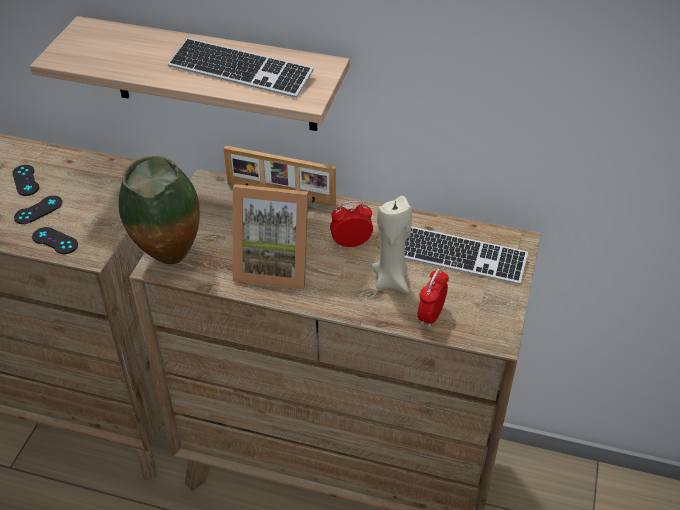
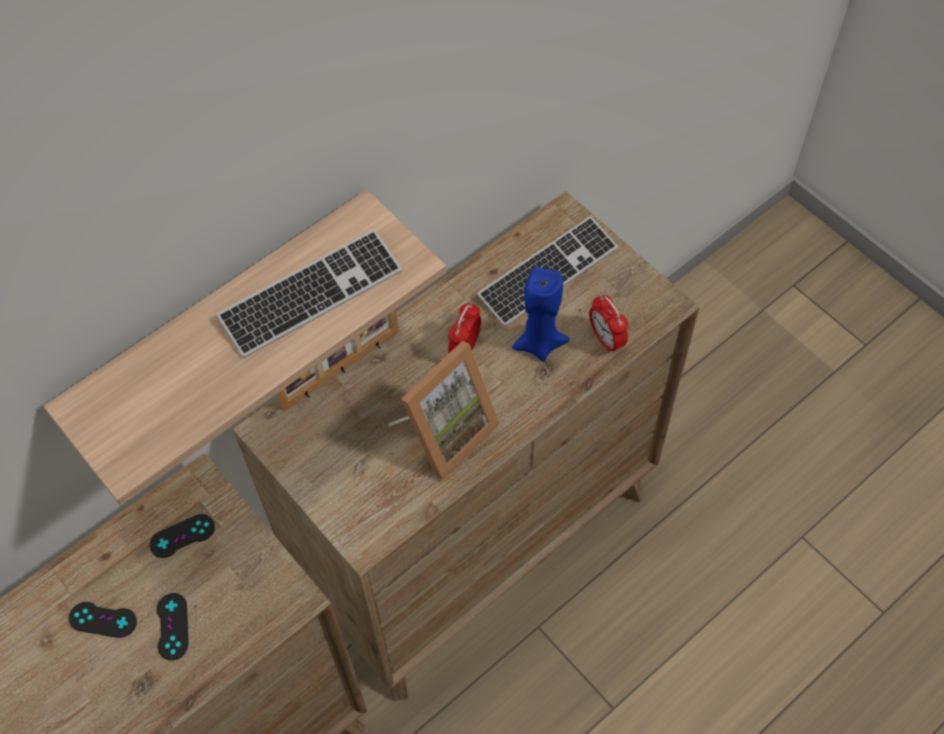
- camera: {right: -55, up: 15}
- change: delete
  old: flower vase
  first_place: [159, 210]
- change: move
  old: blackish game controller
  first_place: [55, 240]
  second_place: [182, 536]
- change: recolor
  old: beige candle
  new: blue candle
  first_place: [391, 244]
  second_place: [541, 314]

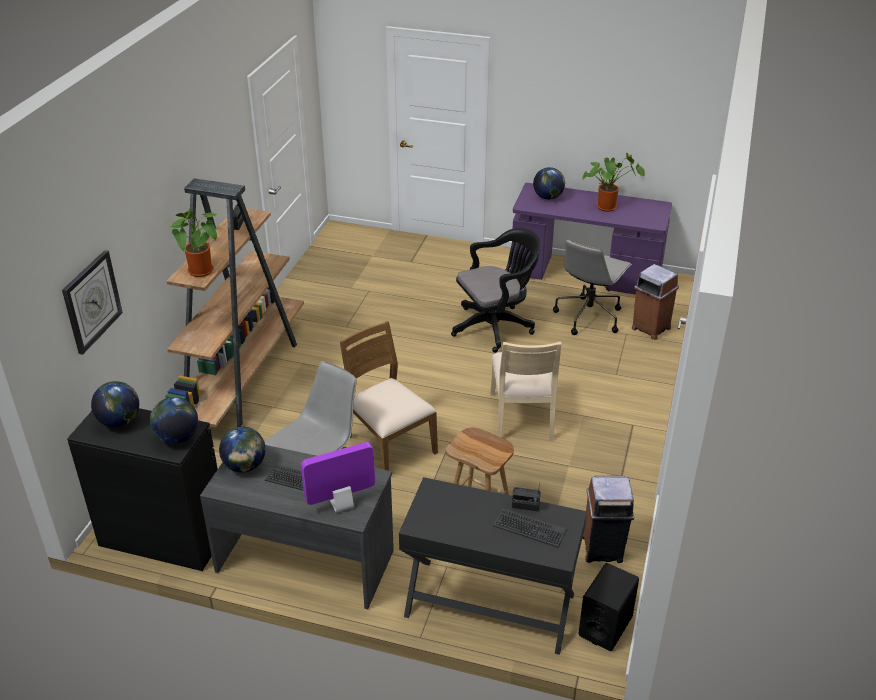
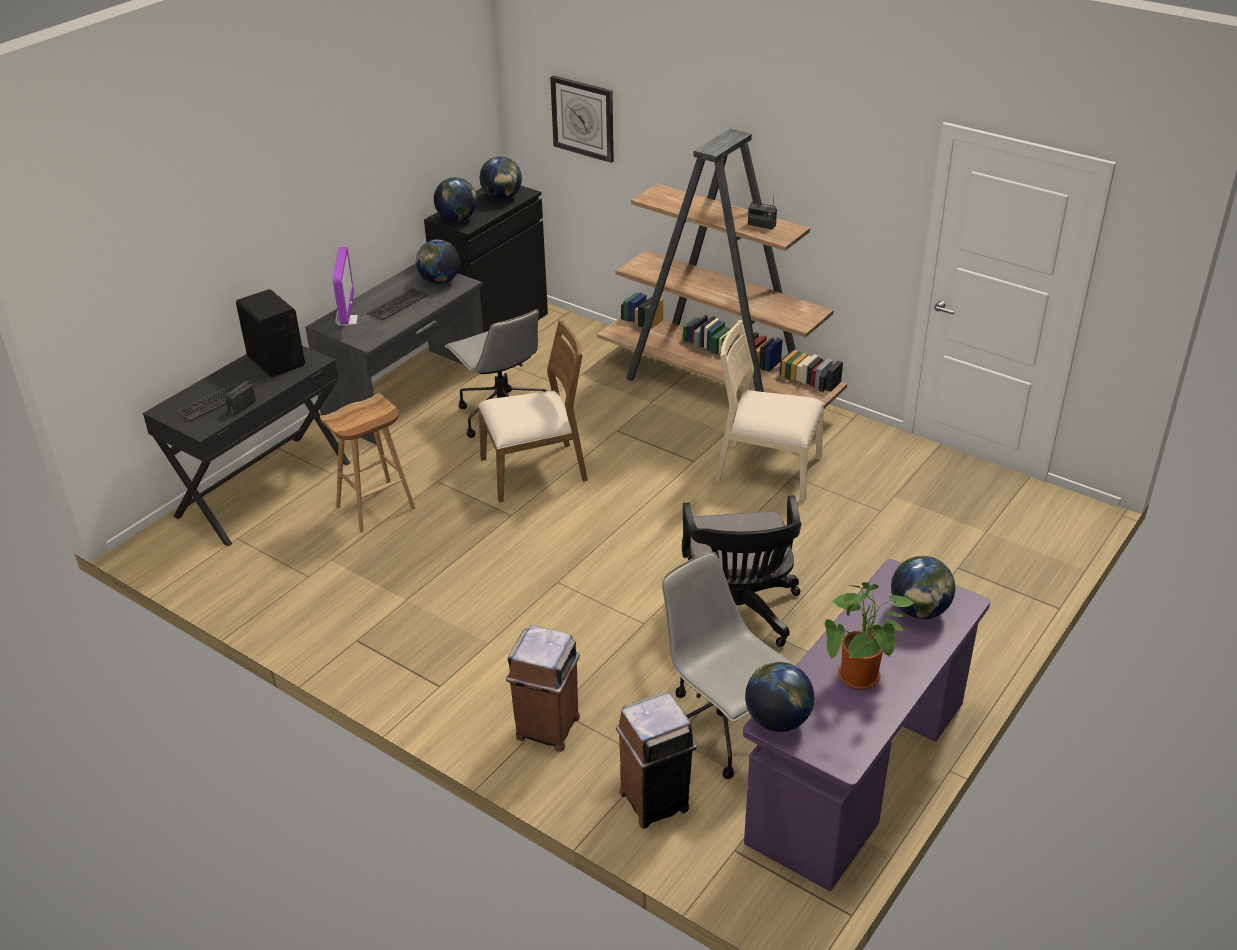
- camera: {right: 110, up: 0}
- change: delete
  old: potted plant
  first_place: [194, 242]
- change: insert
  new: globe
  second_place: [779, 697]
- change: move
  old: beige upright chair
  first_place: [526, 391]
  second_place: [769, 410]
- change: move
  old: blackish loudspeaker
  first_place: [608, 607]
  second_place: [270, 333]
- change: move
  old: brown-coloured rubbish bin
  first_place: [608, 519]
  second_place: [543, 688]

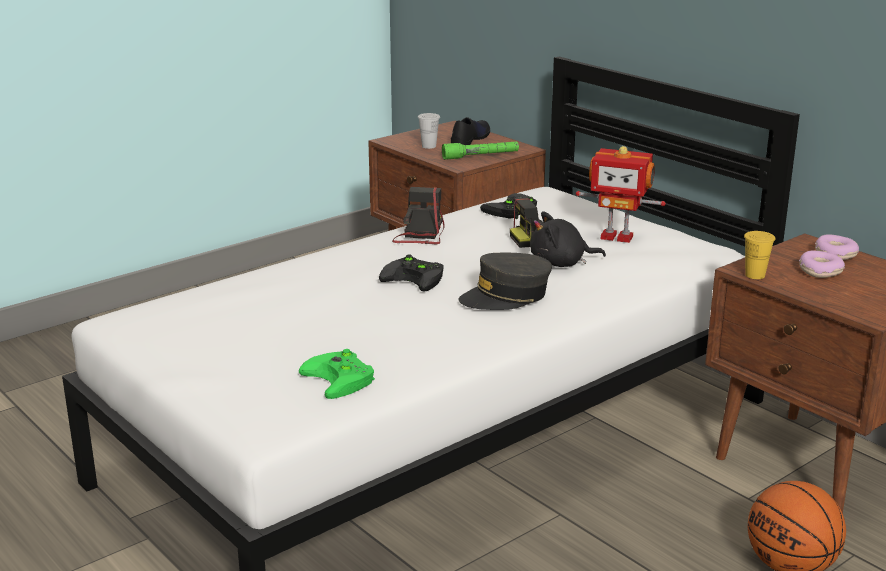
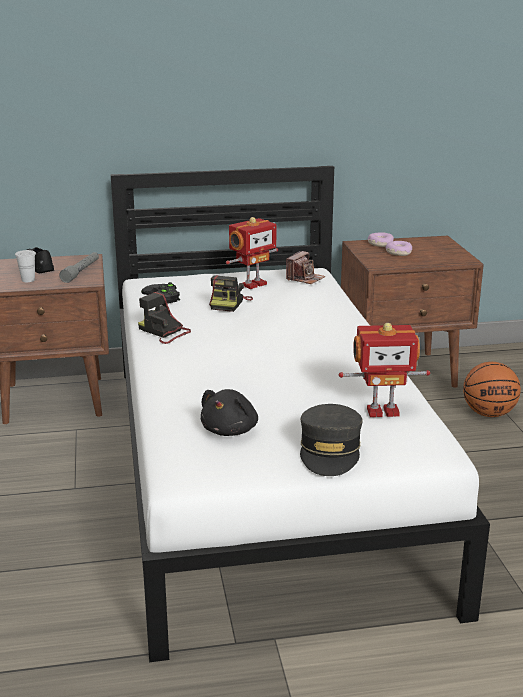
- camera: {right: -60, up: 0}
- change: delete
  old: blackish game controller
  first_place: [411, 273]
- change: delete
  old: yellowish small cup
  first_place: [759, 255]
- change: insert
  new: photo camera
  second_place: [305, 267]
- change: move
  old: grey peaked cap
  first_place: [505, 281]
  second_place: [331, 440]
- change: move
  old: blackish cuddly toy
  first_place: [568, 239]
  second_place: [229, 412]
- change: replace
  old: green game controller
  new: robot figure
  first_place: [337, 374]
  second_place: [384, 370]
- change: recolor
  old: green hand torch
  new: grey hand torch
  first_place: [480, 150]
  second_place: [79, 267]

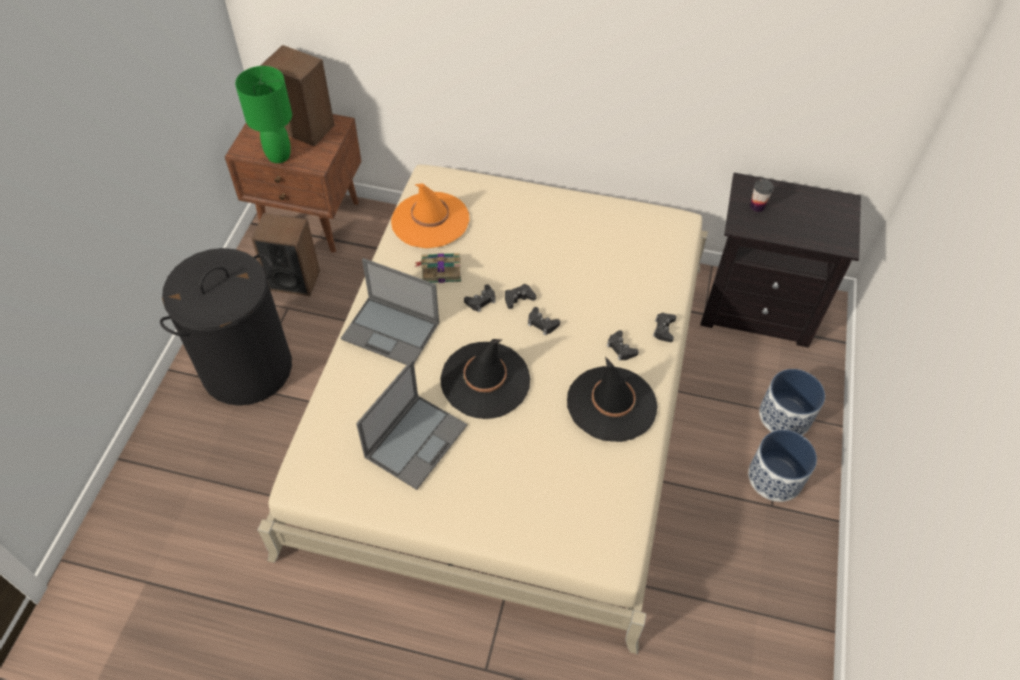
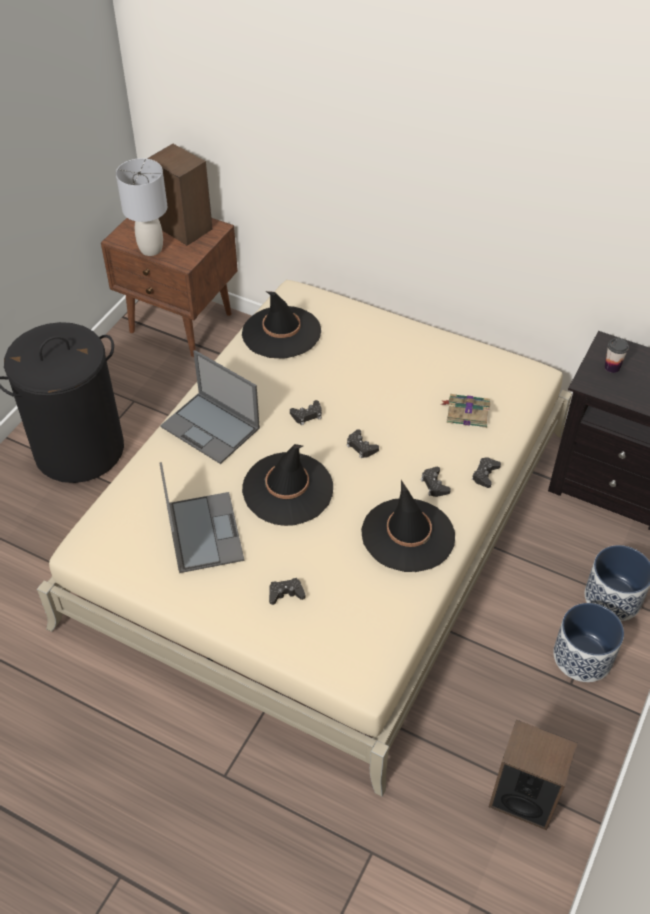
- camera: {right: 15, up: -5}
- change: move
  old: loudspeaker
  first_place: [286, 254]
  second_place: [533, 775]
- change: move
  old: book
  first_place: [437, 268]
  second_place: [465, 411]
- change: move
  old: blackish game controller
  first_place: [520, 296]
  second_place: [287, 591]
- change: recolor
  old: green table lamp
  new: grey table lamp
  first_place: [263, 114]
  second_place: [141, 207]
- change: recolor
  old: orangey clothing hat
  new: blackish clothing hat
  first_place: [430, 215]
  second_place: [281, 325]
- change: rotate
  old: laptop
  first_place: [411, 425]
  second_place: [201, 517]
  degrees: -60

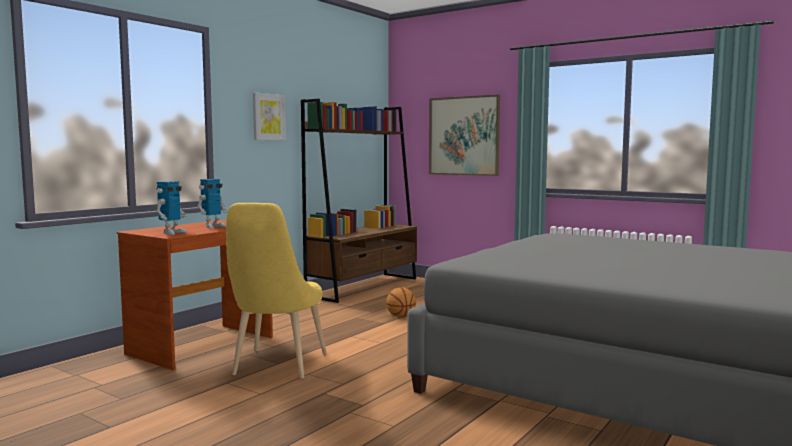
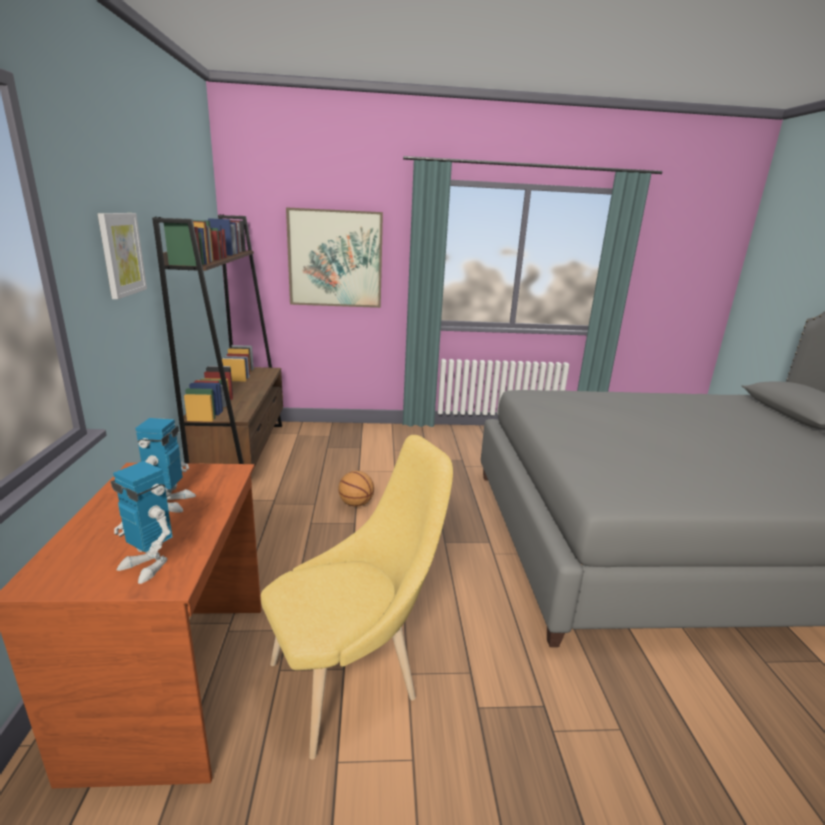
- camera: {right: -40, up: 15}
- change: rotate
  old: robot figure
  first_place: [171, 208]
  second_place: [141, 522]
  degrees: 135
- change: rotate
  old: yellowish upright chair
  first_place: [276, 291]
  second_place: [357, 597]
  degrees: -90

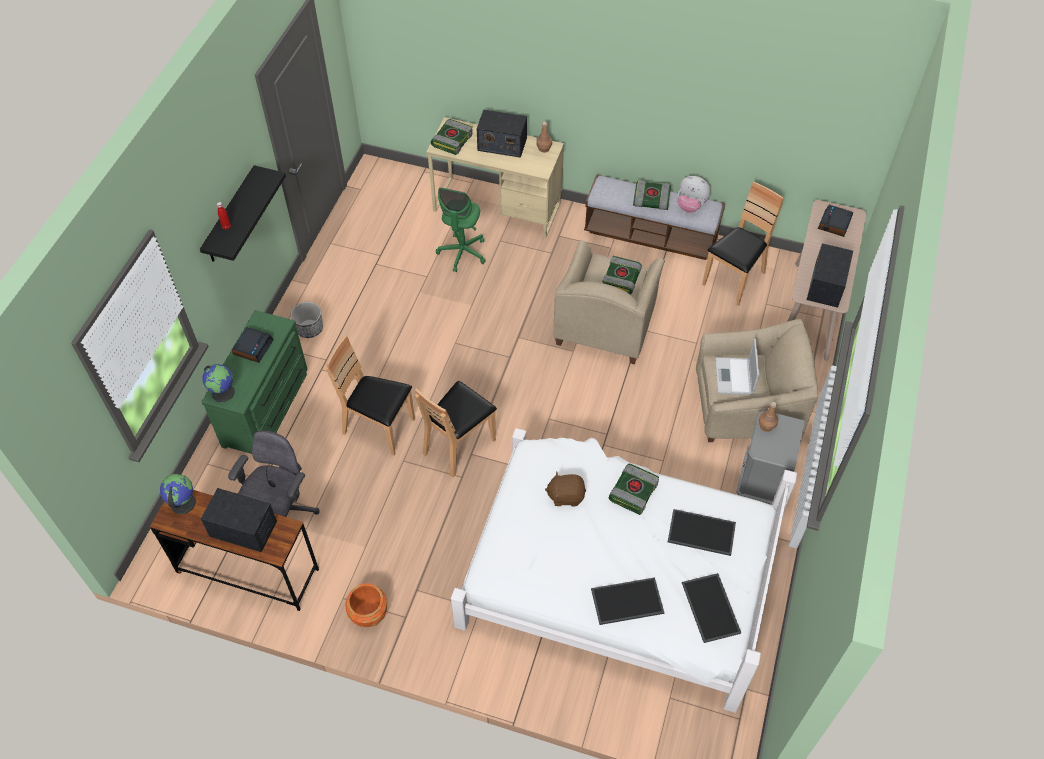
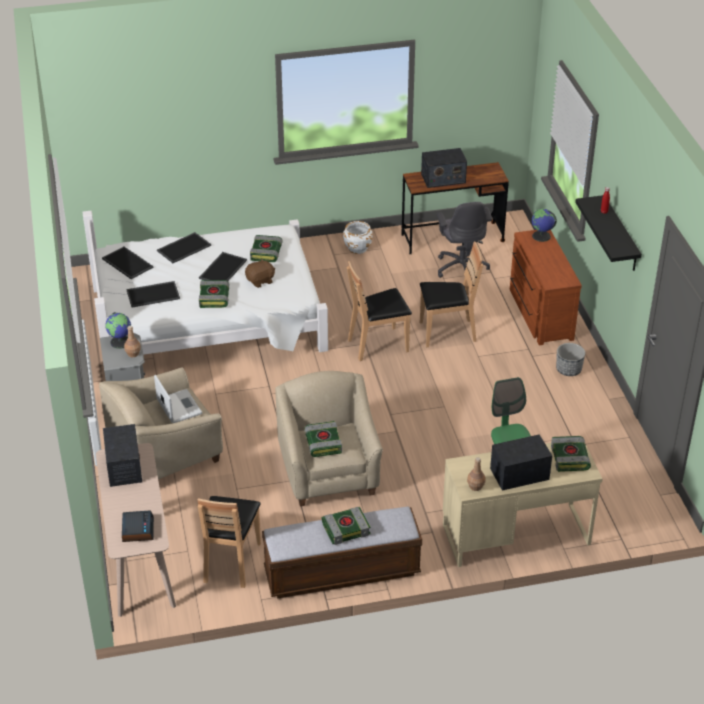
- camera: {right: 150, up: -15}
- change: delete
  old: table clock
  first_place: [252, 345]
- change: delete
  old: cuddly toy
  first_place: [694, 194]
- change: insert
  new: serving tray
  second_place: [223, 266]
- change: insert
  new: book
  second_place: [266, 248]
- change: move
  old: globe
  first_place: [178, 494]
  second_place: [118, 330]
- change: recolor
  old: green dresser
  new: brown-coloured dresser
  first_place: [255, 382]
  second_place: [546, 287]
- change: recolor
  old: orangey flower pot
  new: white flower pot
  first_place: [366, 605]
  second_place: [358, 237]
- change: rotate
  old: brown-coloured upright chair
  first_place: [455, 429]
  second_place: [379, 311]
  degrees: -120

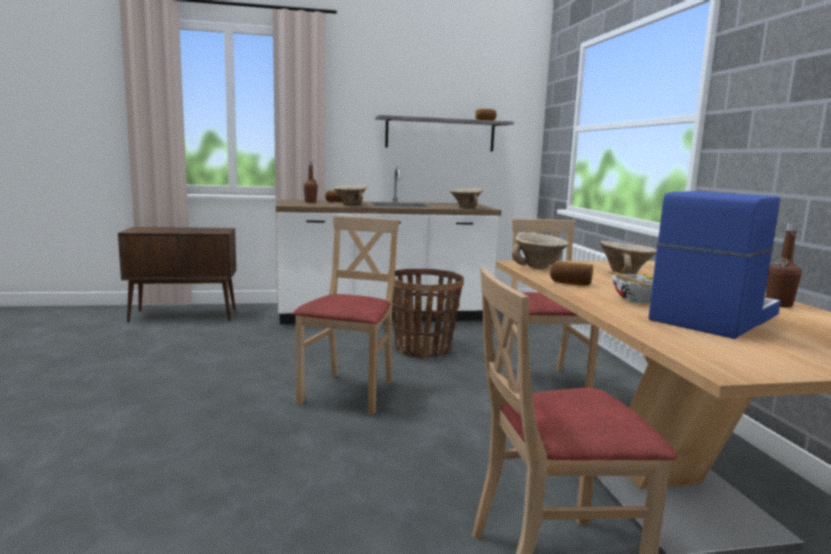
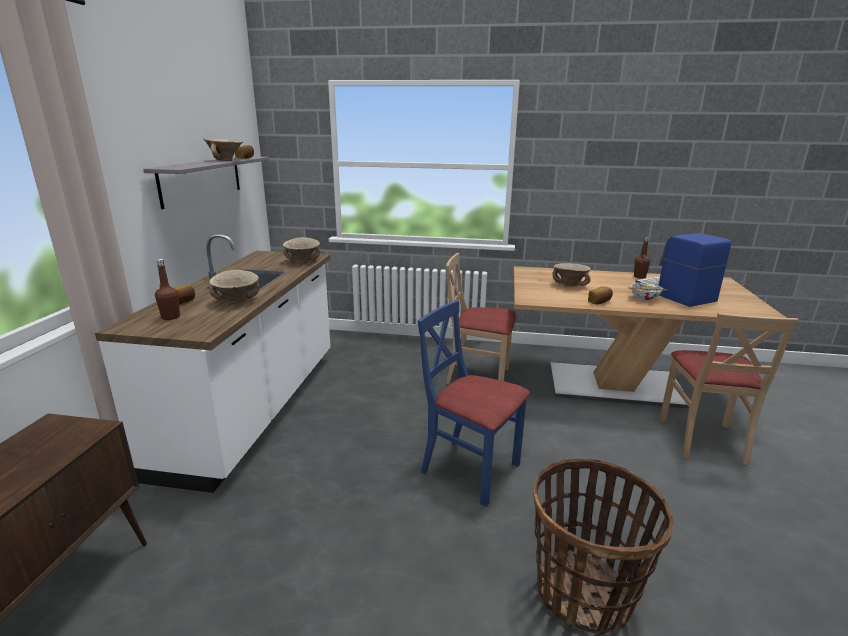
- camera: {right: -70, up: 10}
- change: move
  old: storage basket
  first_place: [425, 314]
  second_place: [604, 547]
- change: move
  old: beige serving bowl
  first_place: [541, 250]
  second_place: [223, 149]
- change: recolor
  old: beige upright chair
  new: blue upright chair
  first_place: [346, 315]
  second_place: [474, 403]

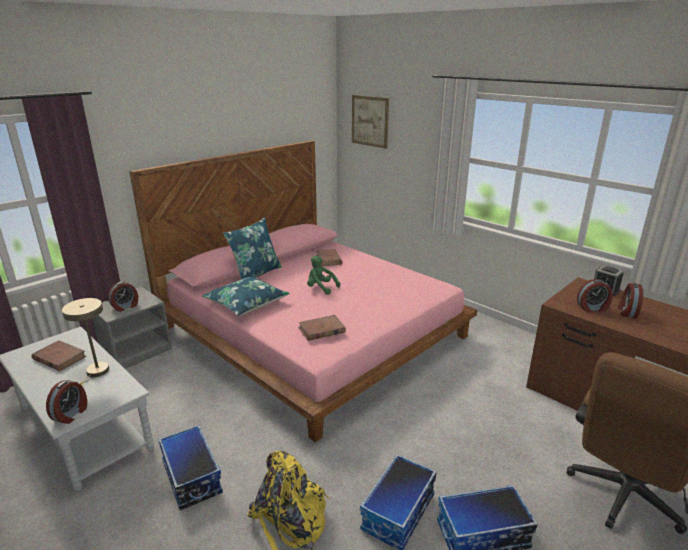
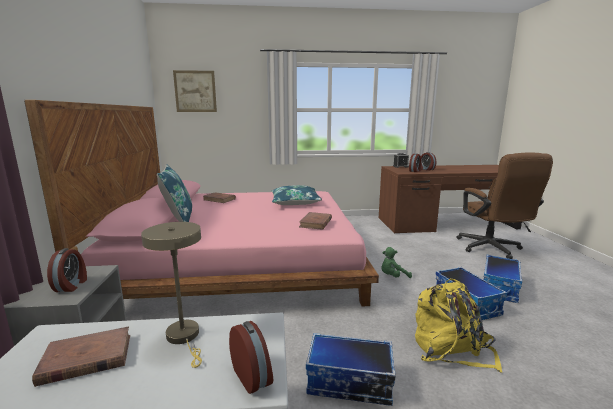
- camera: {right: -50, up: -10}
- change: move
  old: blue cushion
  first_place: [246, 296]
  second_place: [296, 195]
- change: move
  old: green cuddly toy
  first_place: [323, 275]
  second_place: [397, 262]

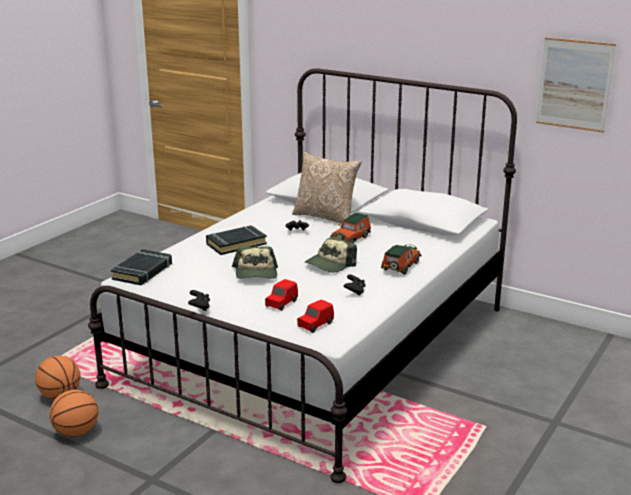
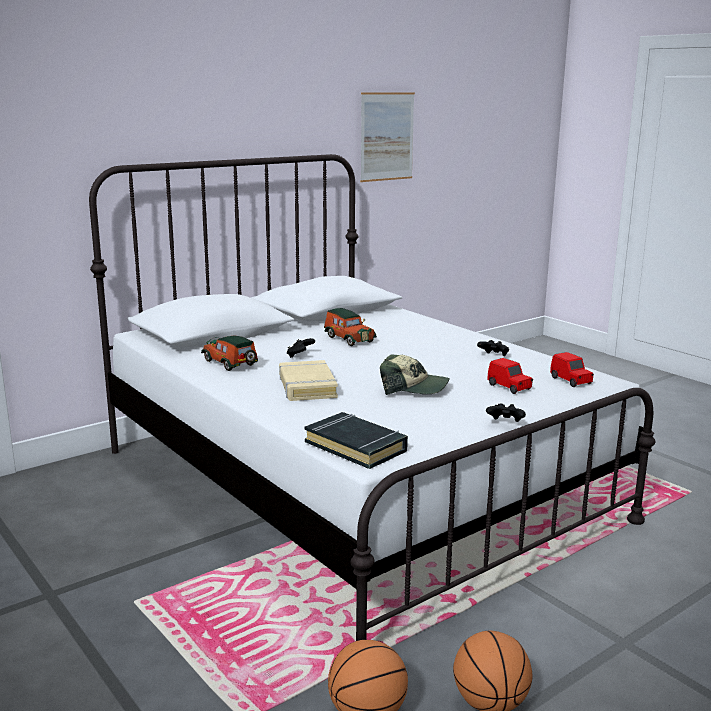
- camera: {right: -70, up: -5}
- change: delete
  old: cushion
  first_place: [327, 188]
- change: delete
  old: peaked cap
  first_place: [331, 254]
- change: move
  old: toy car
  first_place: [401, 259]
  second_place: [229, 353]
- change: recolor
  old: blackish book
  new: beige book
  first_place: [236, 240]
  second_place: [308, 380]

